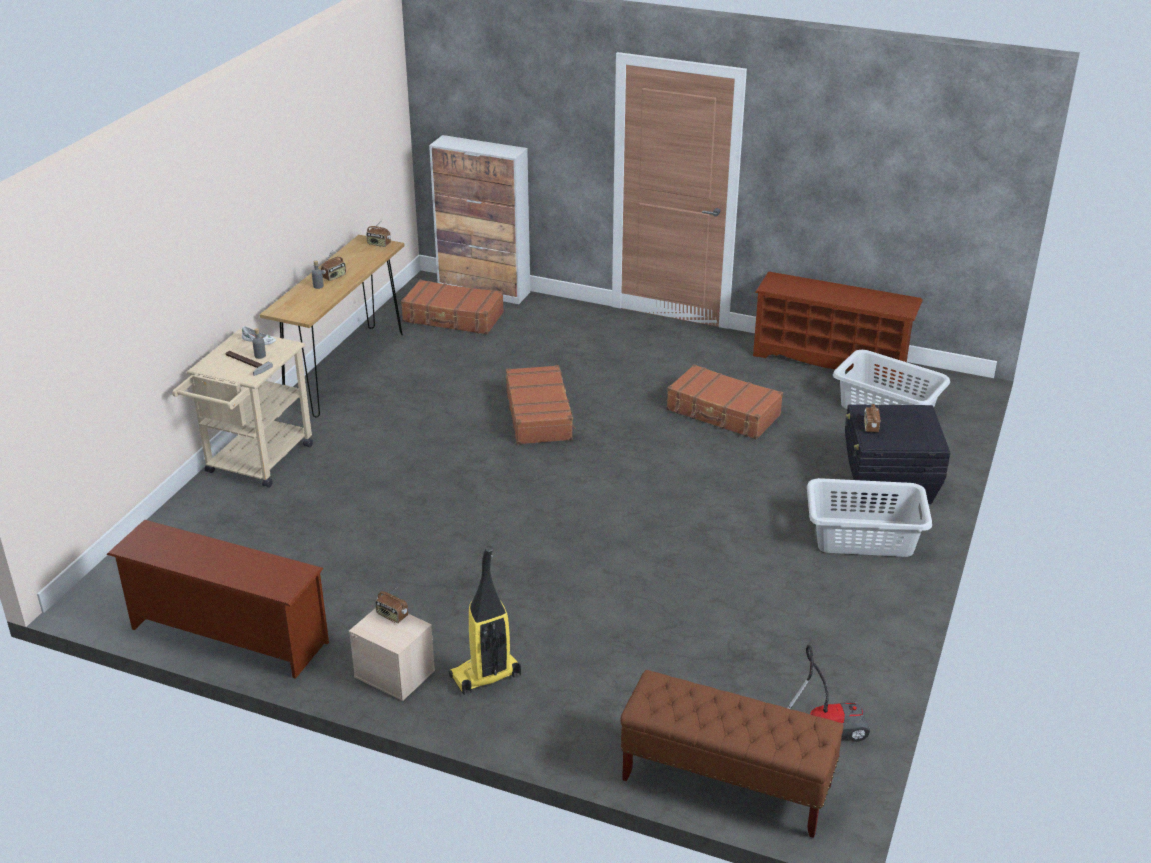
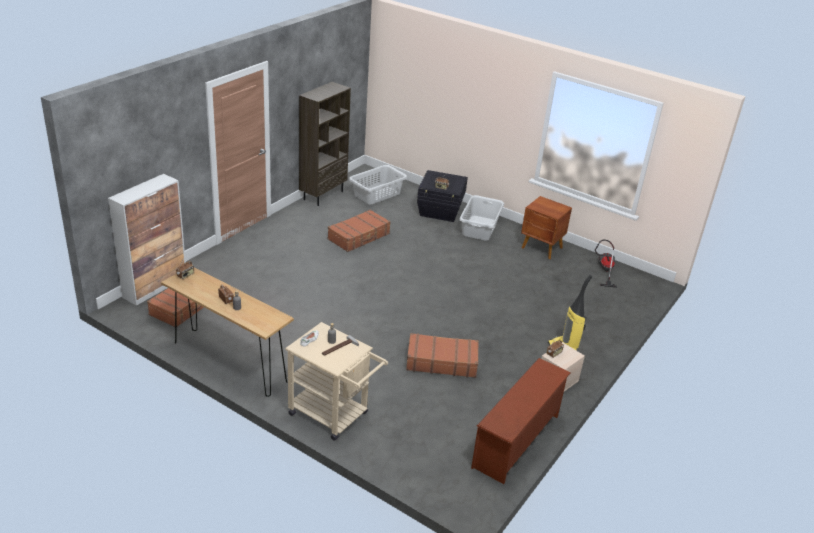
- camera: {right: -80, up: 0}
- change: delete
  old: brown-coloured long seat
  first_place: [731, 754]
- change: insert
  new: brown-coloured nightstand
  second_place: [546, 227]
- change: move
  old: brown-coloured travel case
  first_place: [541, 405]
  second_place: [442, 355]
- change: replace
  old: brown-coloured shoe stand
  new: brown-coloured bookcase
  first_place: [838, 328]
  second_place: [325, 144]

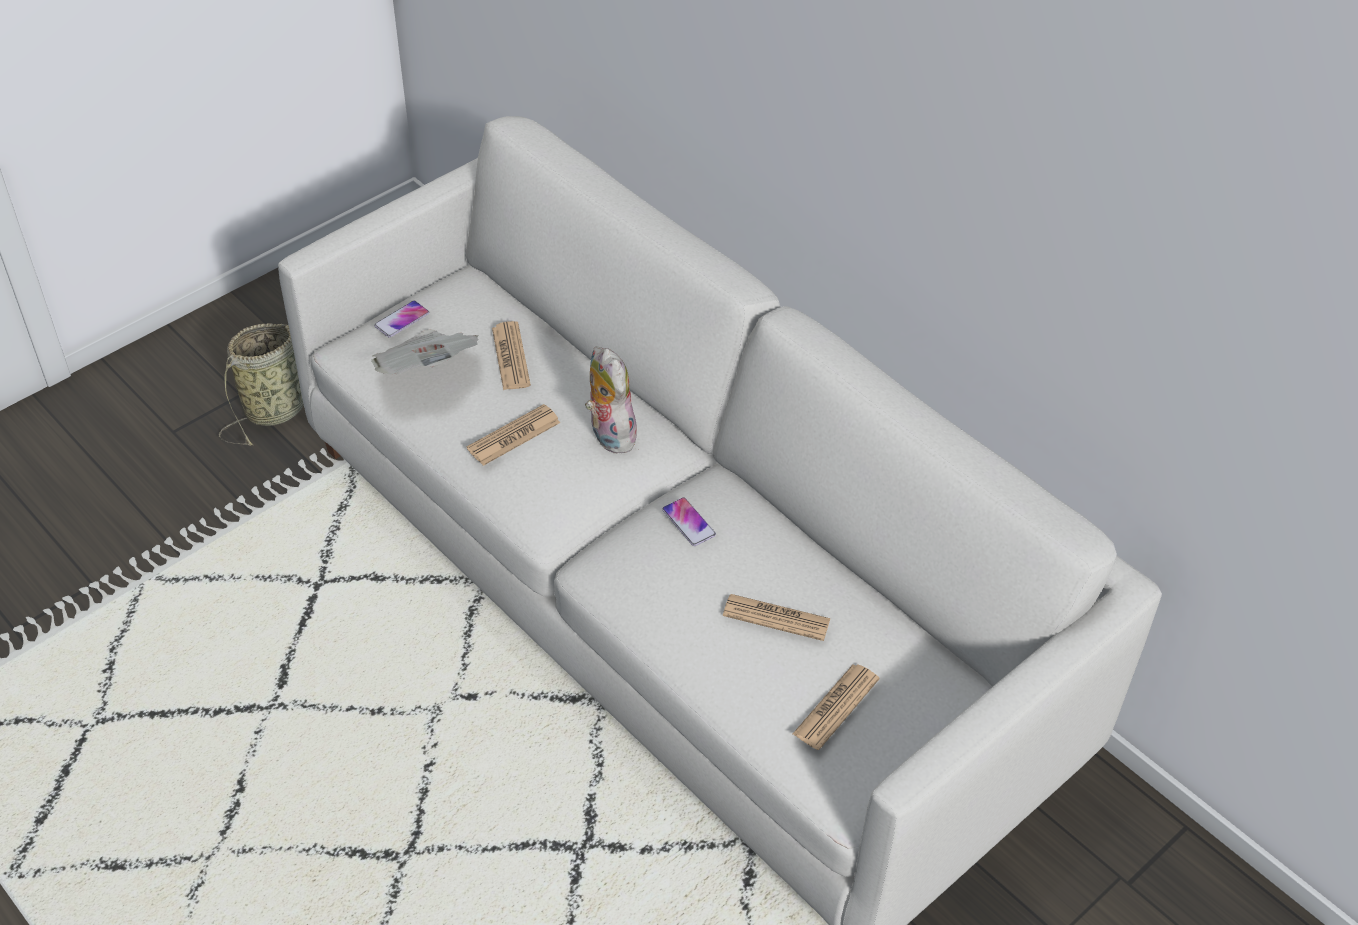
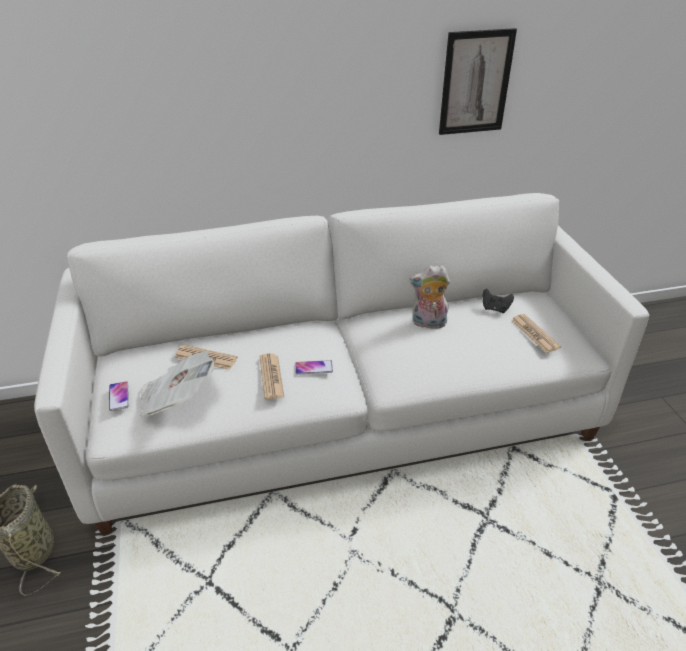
- camera: {right: -60, up: -10}
- change: delete
  old: daily paper
  first_place: [777, 617]
- change: insert
  new: wall picture
  second_place: [478, 81]
- change: insert
  new: blackish game controller
  second_place: [498, 301]
- change: move
  old: cuddly toy
  first_place: [611, 399]
  second_place: [429, 297]
- change: move
  old: handset
  first_place: [689, 521]
  second_place: [314, 367]

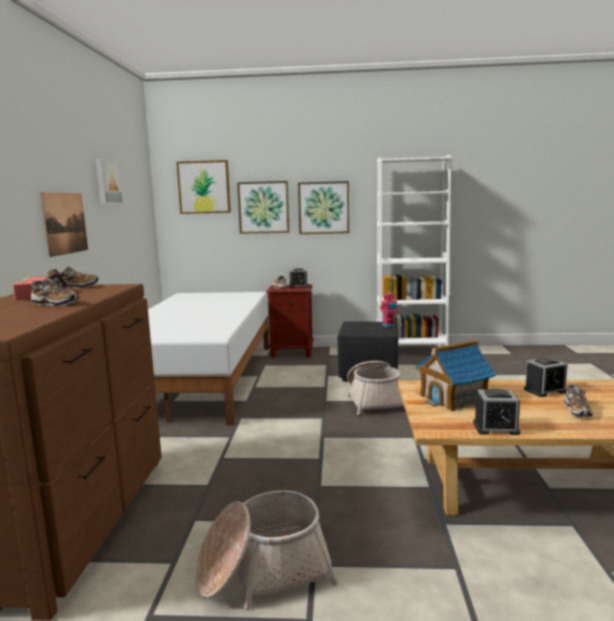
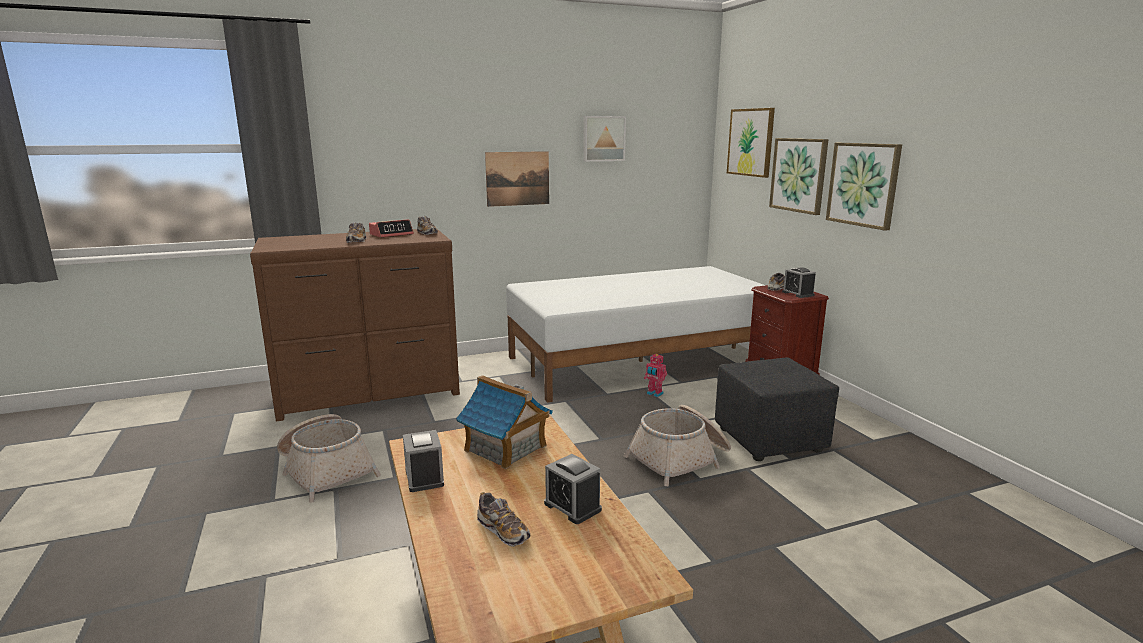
- camera: {right: 65, up: 5}
- change: delete
  old: white bookcase
  first_place: [414, 251]
- change: move
  old: robot figure
  first_place: [389, 309]
  second_place: [655, 375]
- change: rotate
  old: item of footwear
  first_place: [578, 400]
  second_place: [503, 519]
  degrees: -120

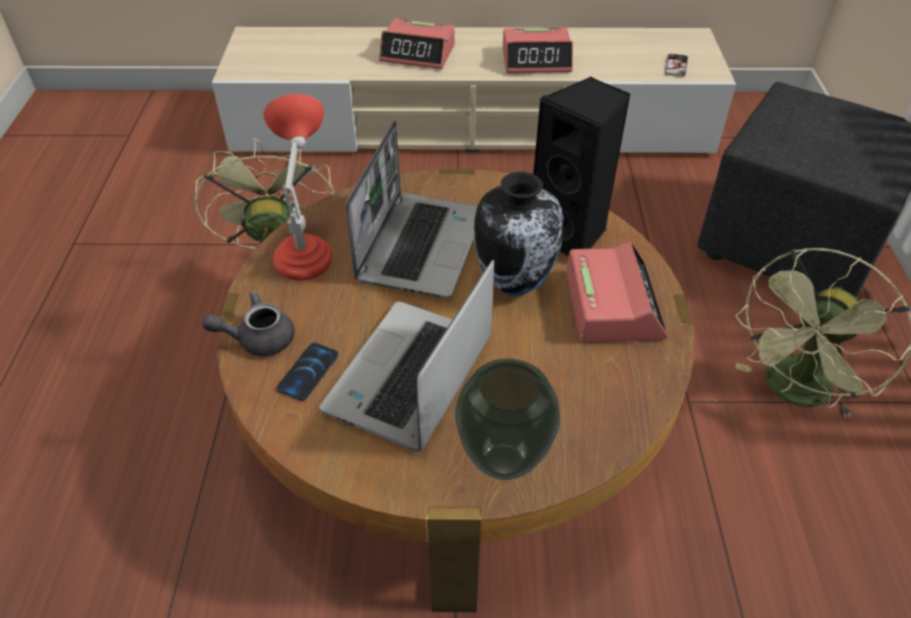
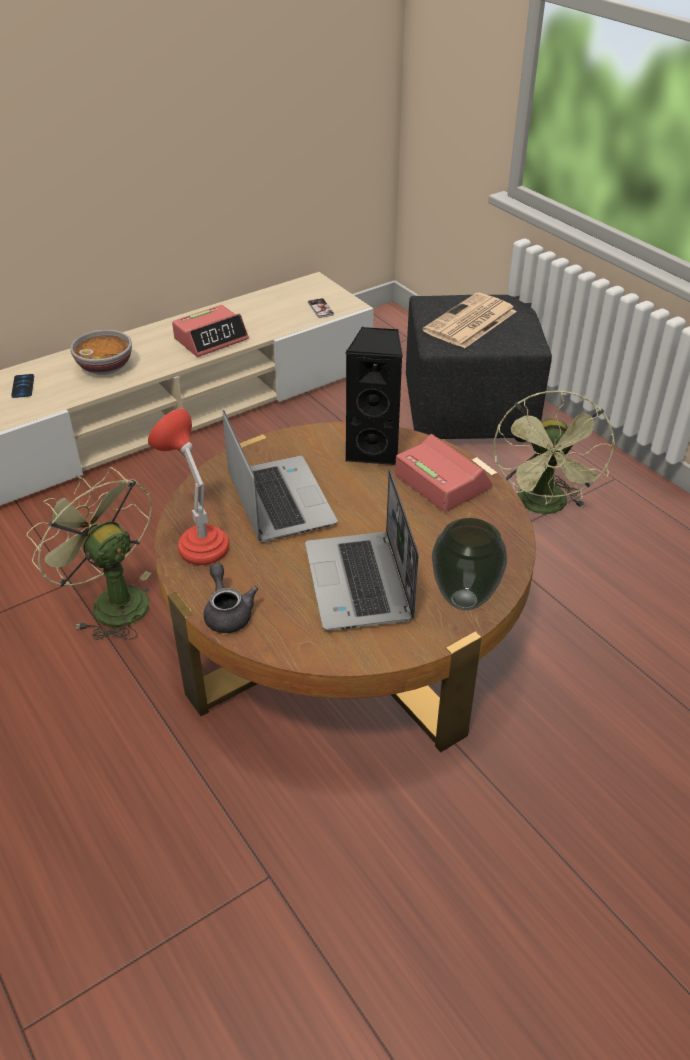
- camera: {right: -35, up: -5}
- change: delete
  old: flower vase
  first_place: [518, 234]
- change: insert
  new: daily paper
  second_place: [469, 321]
- change: move
  old: handset
  first_place: [307, 372]
  second_place: [22, 386]
- change: replace
  old: table clock
  new: serving bowl
  first_place: [417, 44]
  second_place: [101, 352]
- change: rotate
  old: grey teapot
  first_place: [248, 323]
  second_place: [231, 598]
  degrees: 120

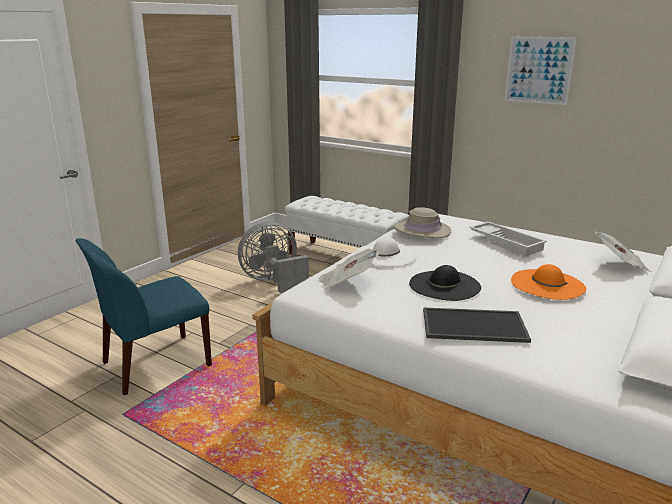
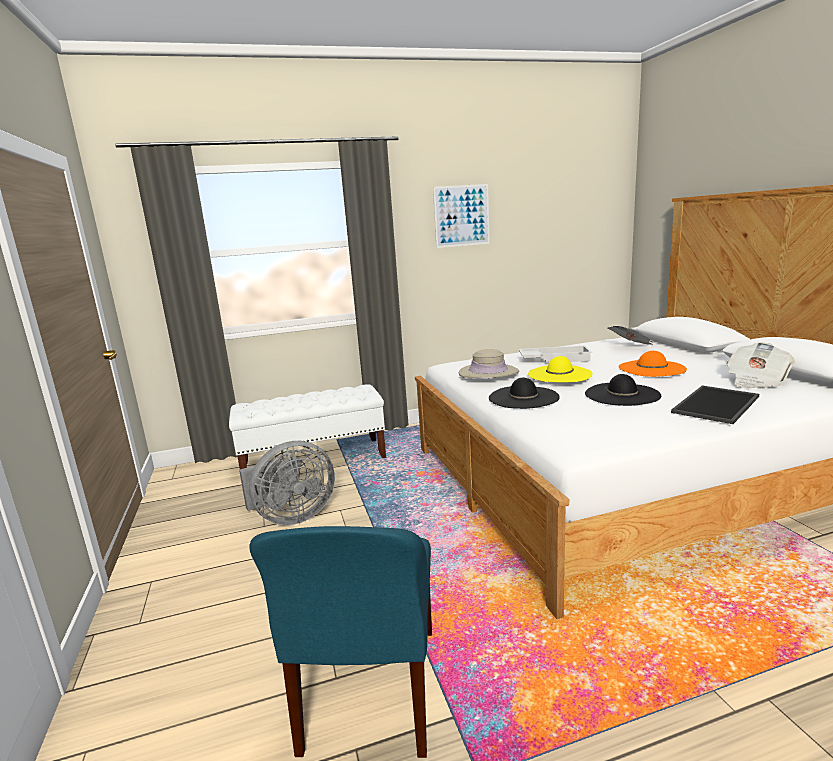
- camera: {right: -50, up: -5}
- change: insert
  new: yellowish clothing hat
  second_place: [560, 369]
- change: move
  old: daily paper
  first_place: [349, 268]
  second_place: [761, 365]
- change: recolor
  old: white clothing hat
  new: blackish clothing hat
  first_place: [386, 252]
  second_place: [524, 393]
- change: rotate
  old: grey fan
  first_place: [273, 257]
  second_place: [287, 483]
  degrees: -135

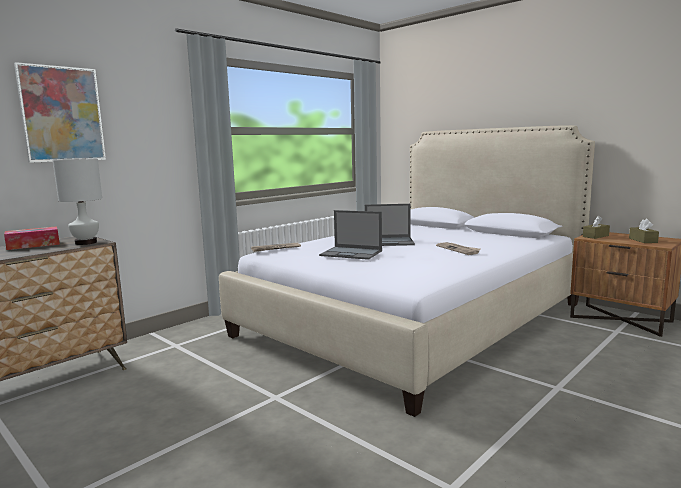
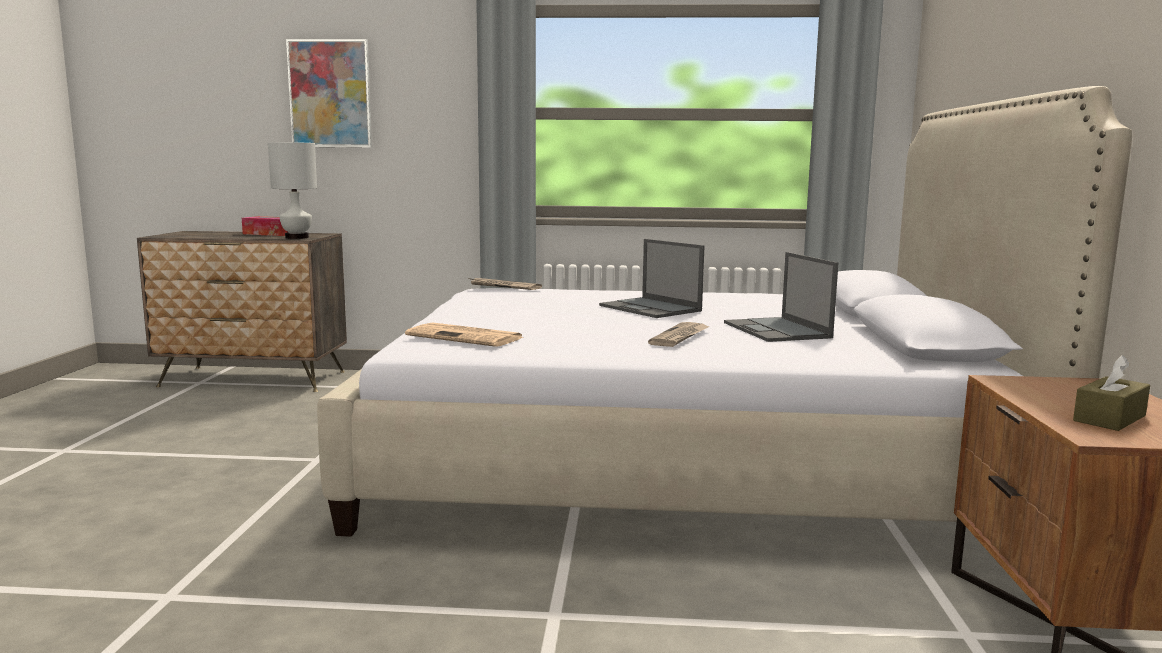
- camera: {right: 50, up: 0}
- change: delete
  old: brown-coloured box of tissues
  first_place: [596, 227]
- change: insert
  new: daily paper
  second_place: [464, 335]
- change: move
  old: laptop
  first_place: [350, 235]
  second_place: [781, 297]

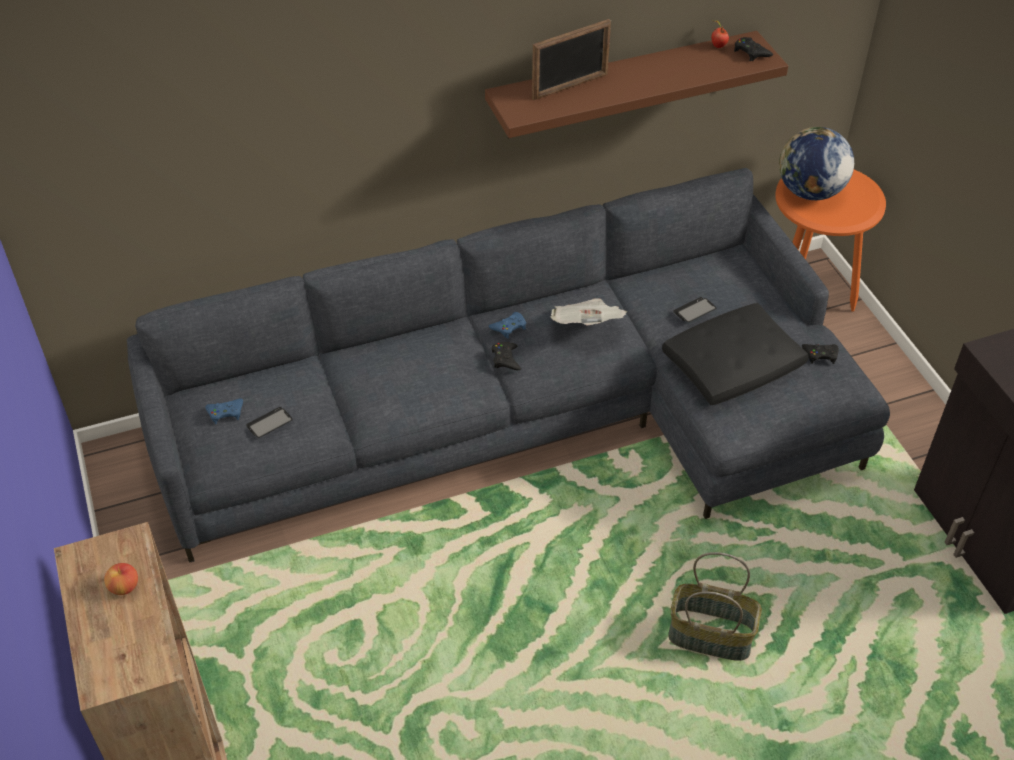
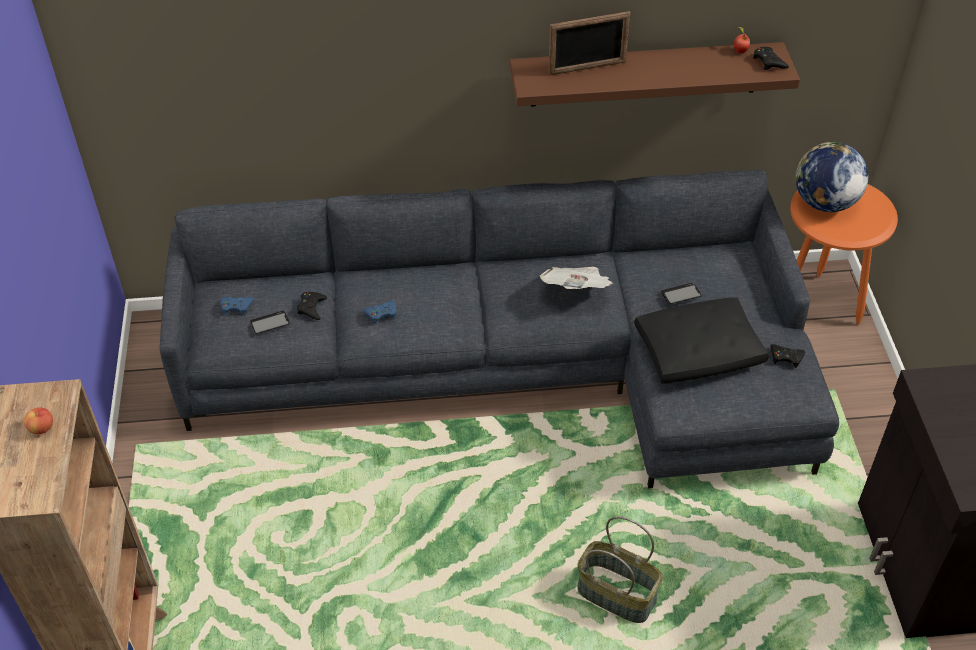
- camera: {right: 15, up: 0}
- change: move
  old: blue game controller
  first_place: [507, 325]
  second_place: [379, 312]
- change: move
  old: blackish game controller
  first_place: [506, 356]
  second_place: [312, 306]

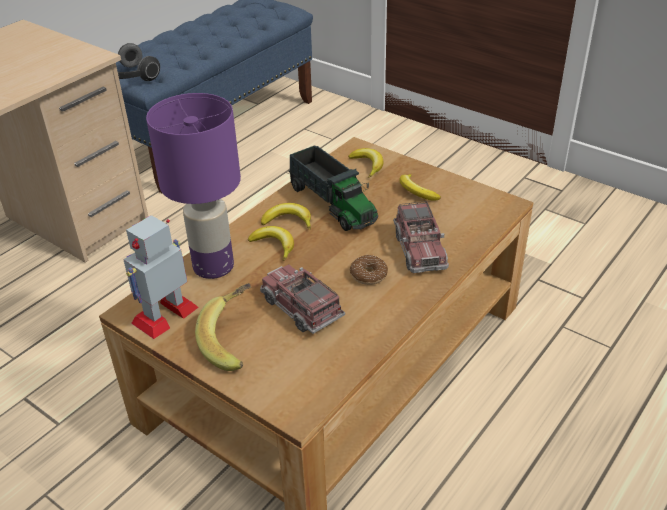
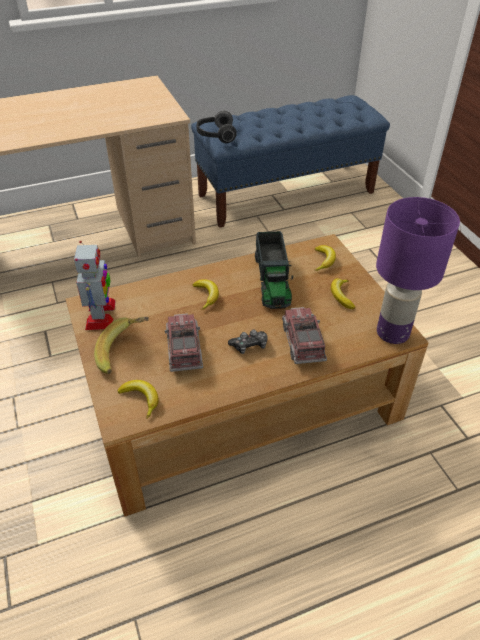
- camera: {right: 30, up: 5}
- change: move
  old: purple table lamp
  first_place: [193, 186]
  second_place: [418, 270]
- change: move
  old: banana fruit
  first_place: [286, 216]
  second_place: [138, 399]
- change: replace
  old: donut
  new: game controller
  first_place: [368, 270]
  second_place: [247, 342]
- change: rotate
  old: robot figure
  first_place: [161, 277]
  second_place: [95, 285]
  degrees: 105
- change: rotate
  old: toy truck
  first_place: [421, 237]
  second_place: [304, 335]
  degrees: 150

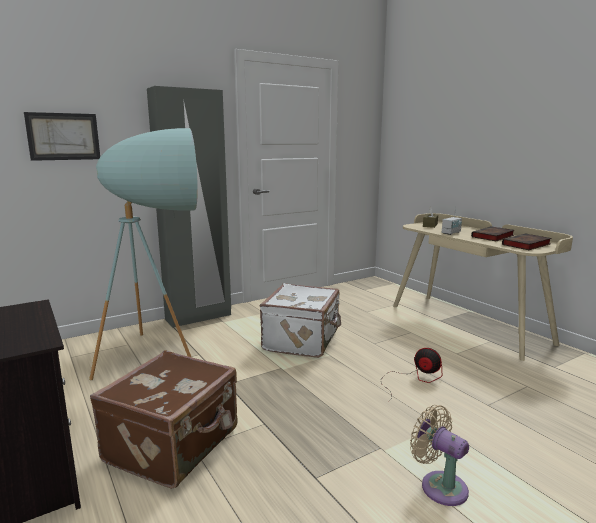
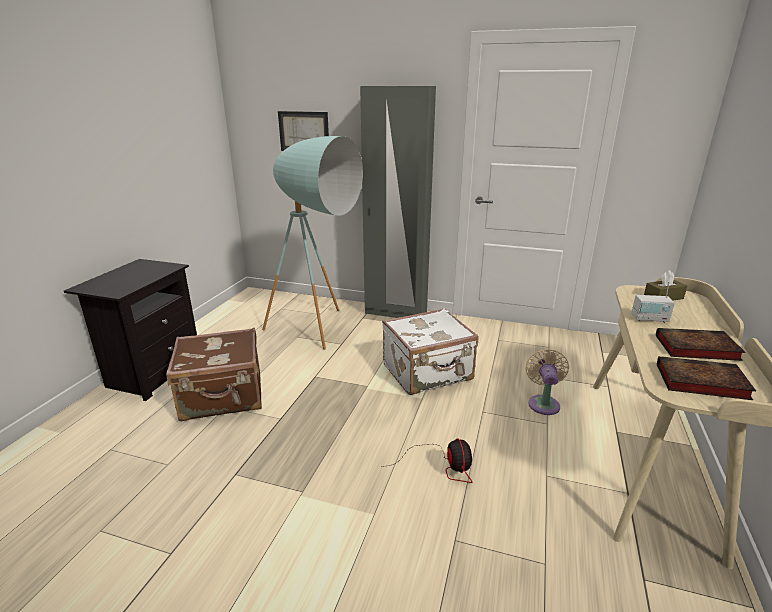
- camera: {right: 50, up: 10}
- change: move
  old: beige fan
  first_place: [439, 455]
  second_place: [547, 382]

